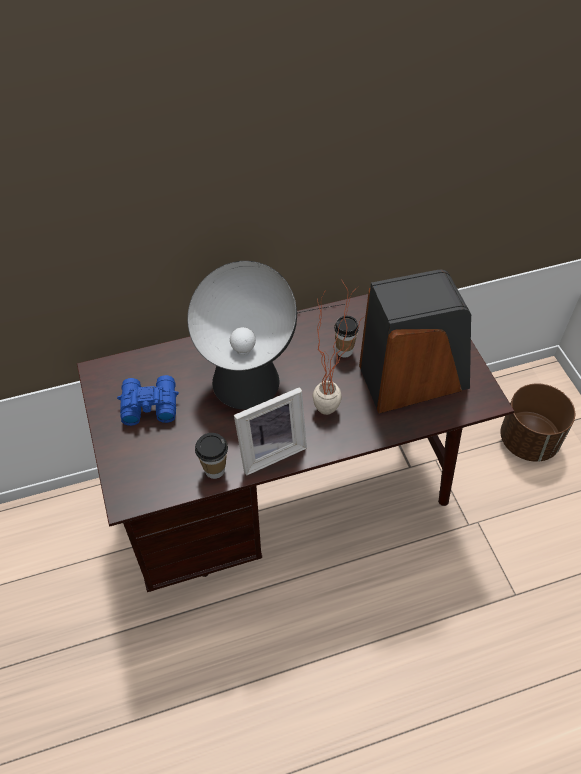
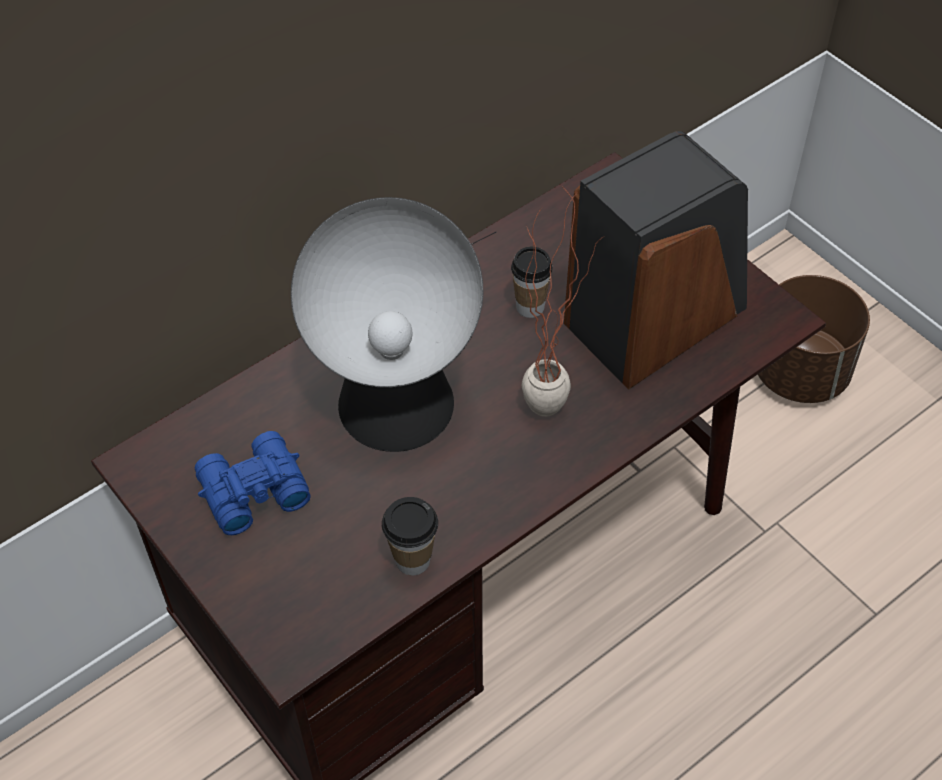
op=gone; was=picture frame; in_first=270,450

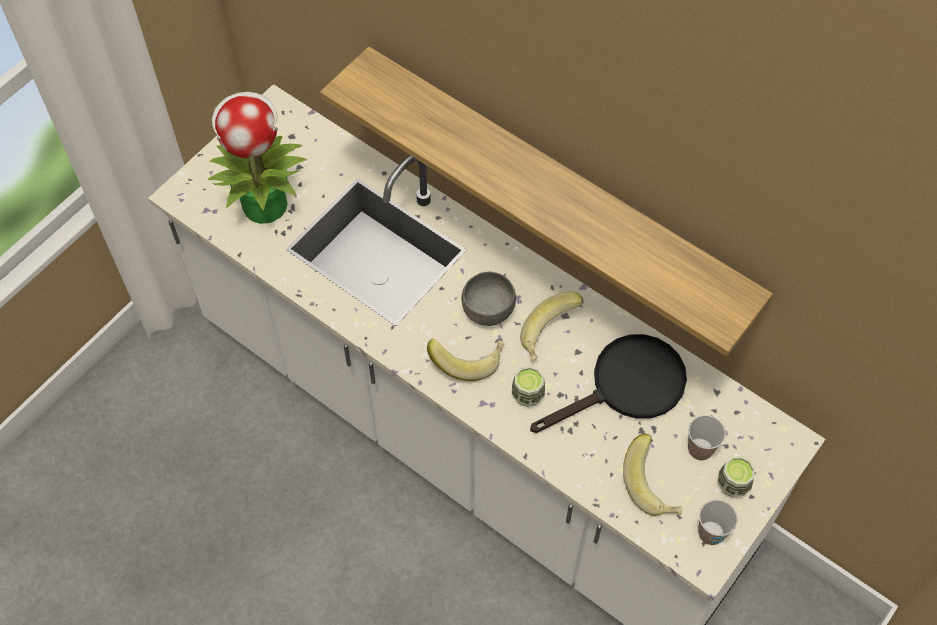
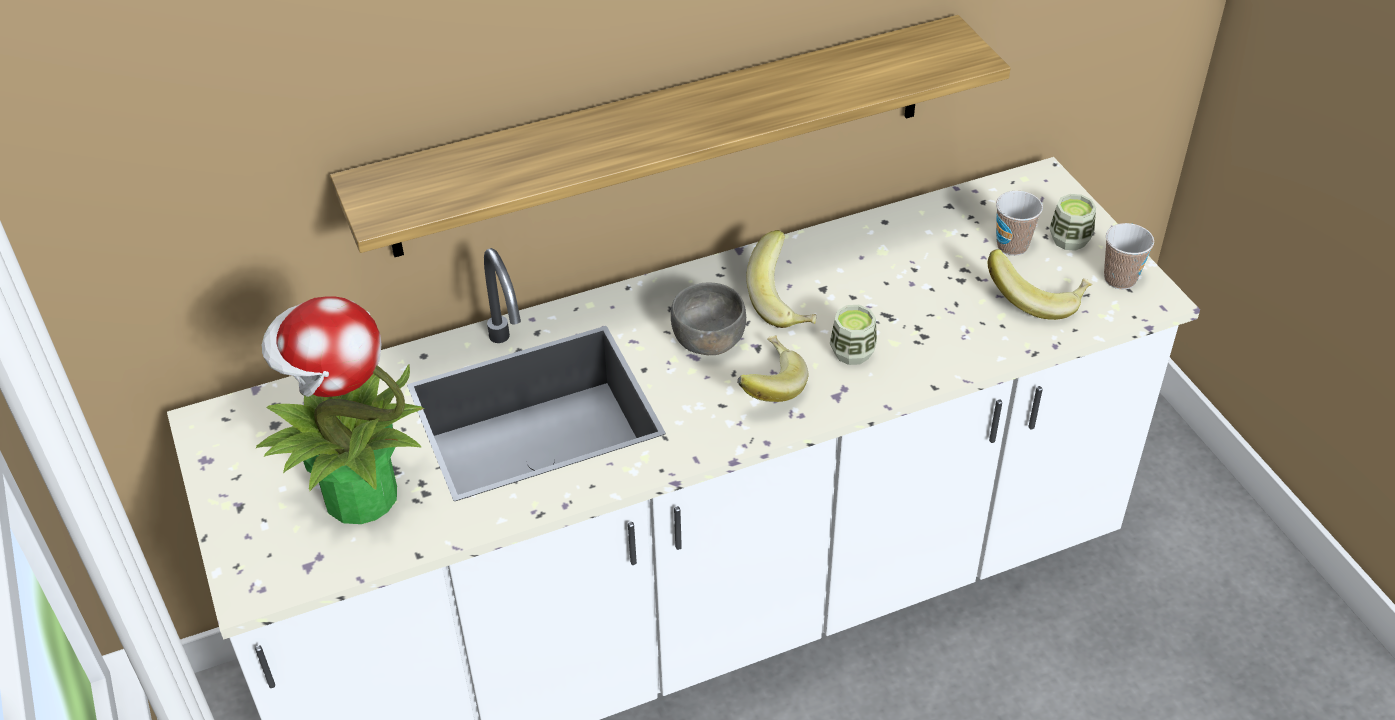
op=gone; was=black frying pan; in_first=626,386

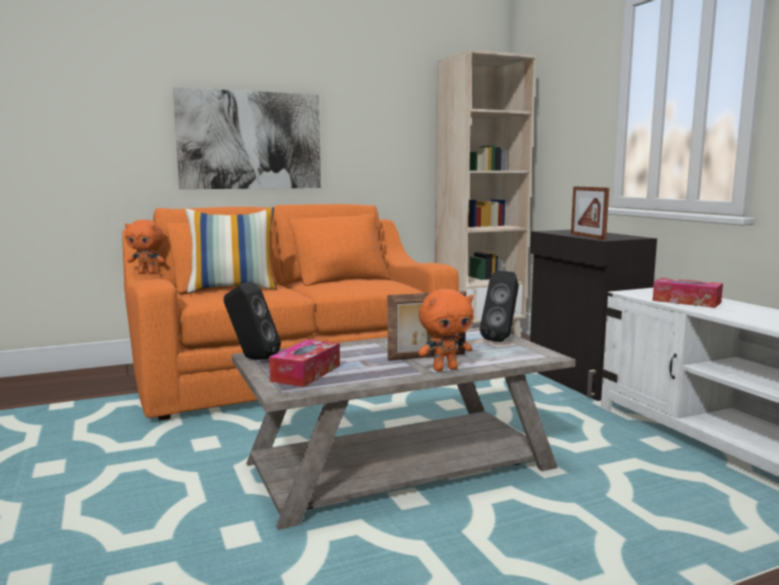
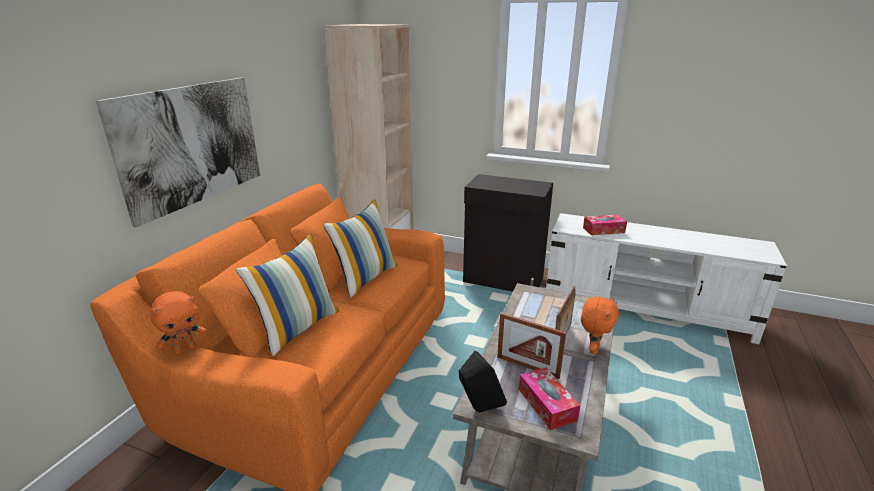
op=shifted; was=picture frame; in_first=587,237; in_second=527,367
op=gone; was=black speaker; in_first=502,339
op=new; now=pillow; in_second=365,277

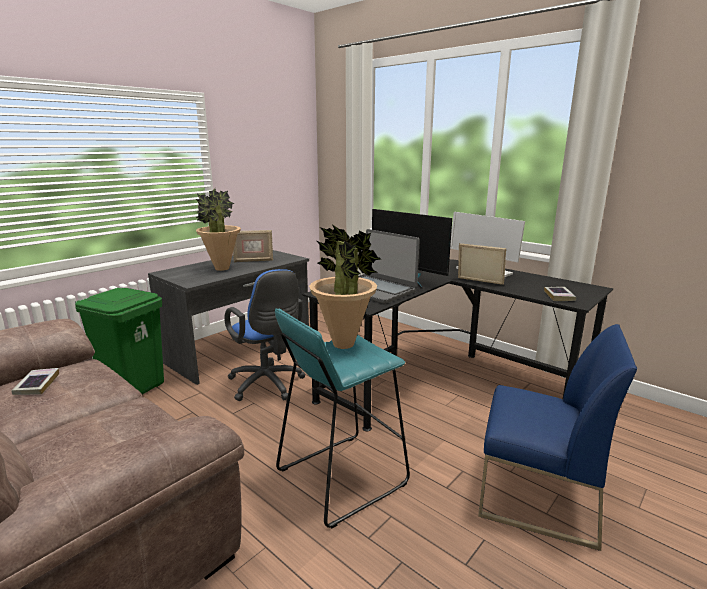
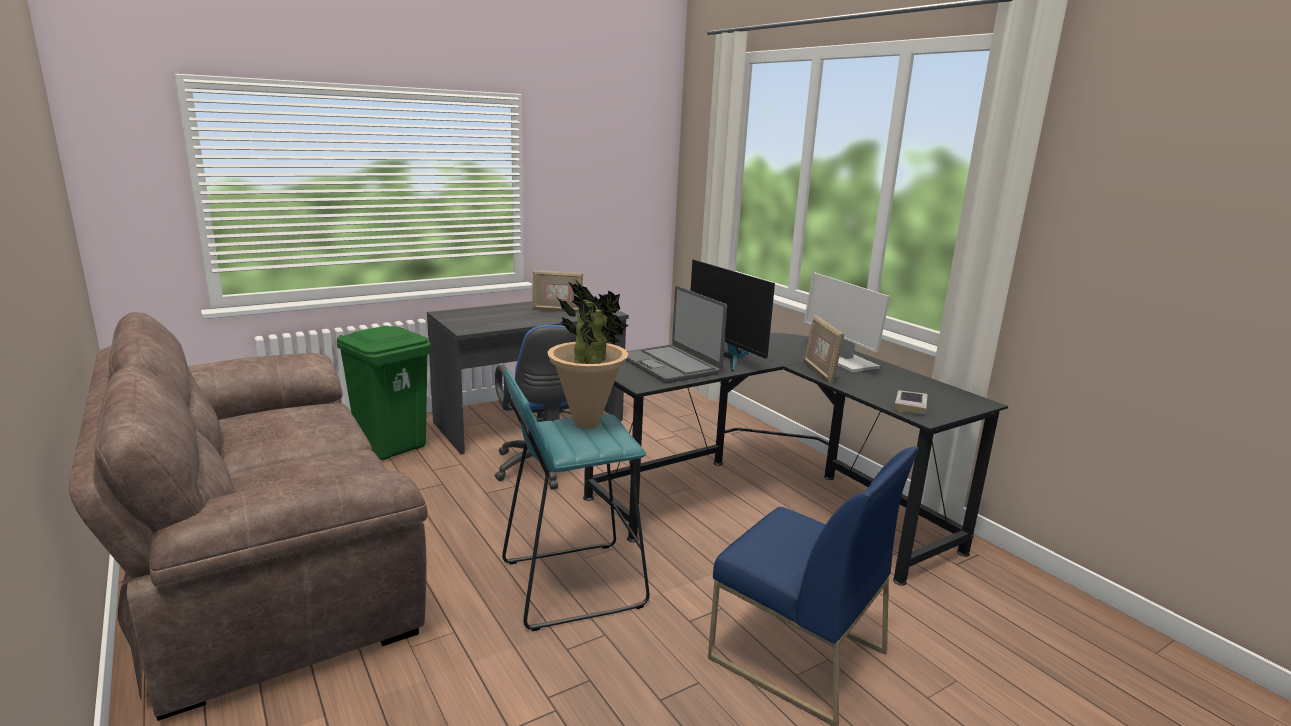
op=gone; was=potted plant; in_first=222,268
op=rotated; was=picture frame; in_first=479,282; in_second=819,372; clockwise=-150
op=gone; was=book; in_first=37,385

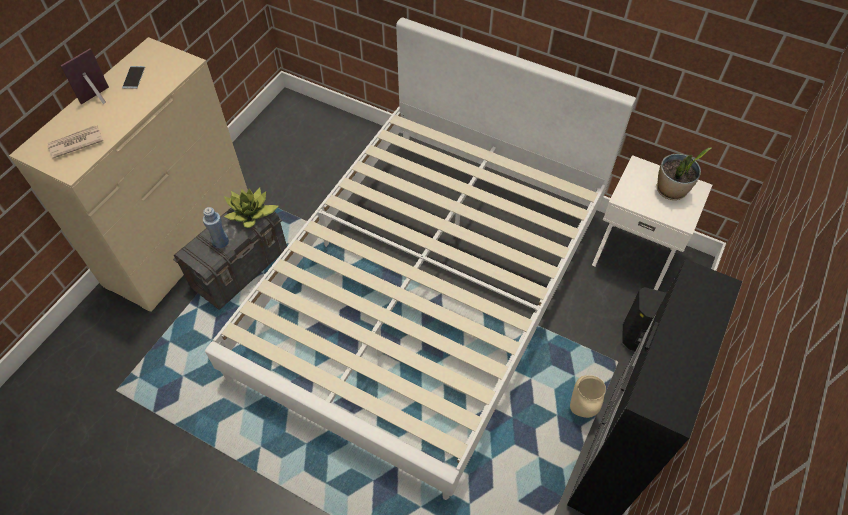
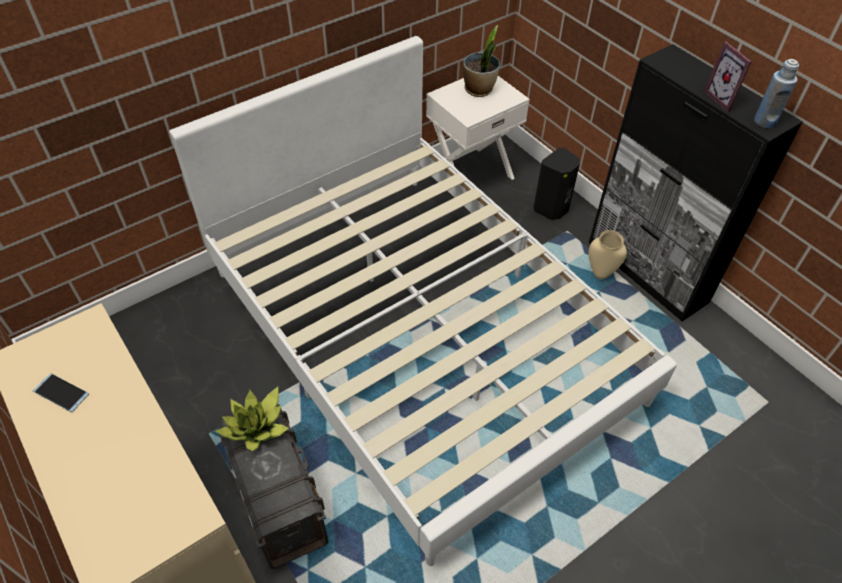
op=shifted; was=picture frame; in_first=99,99; in_second=724,99
op=gone; was=newspaper; in_first=75,143
op=shifted; was=blue bottle; in_first=220,242; in_second=764,121

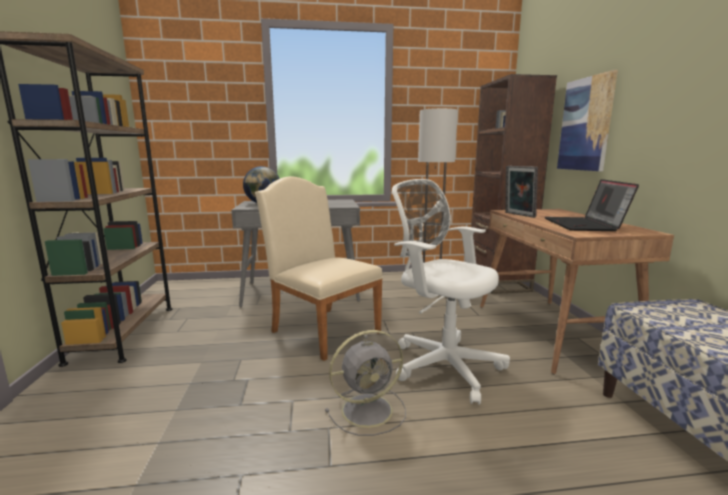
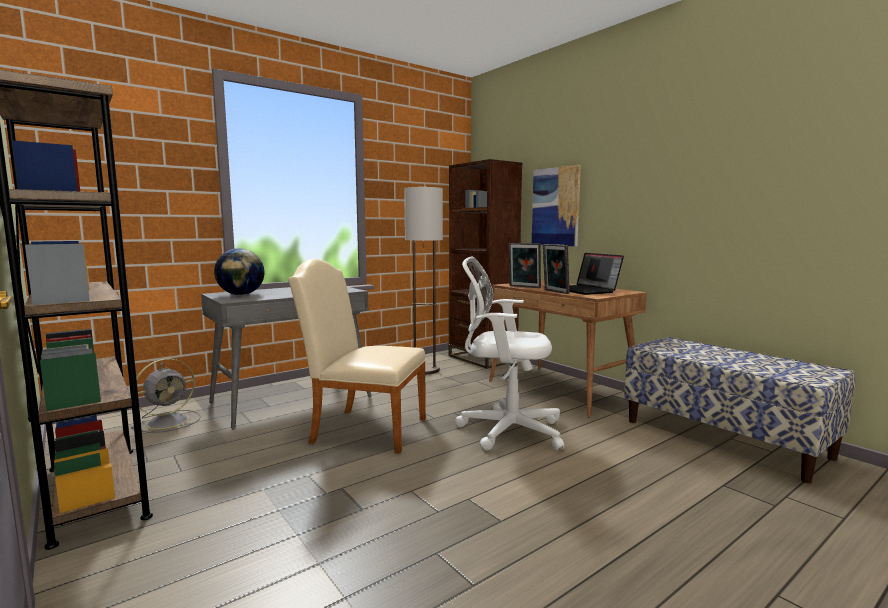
op=shifted; was=grey fan; in_first=369,409; in_second=170,421
op=new; now=picture frame; in_second=555,292

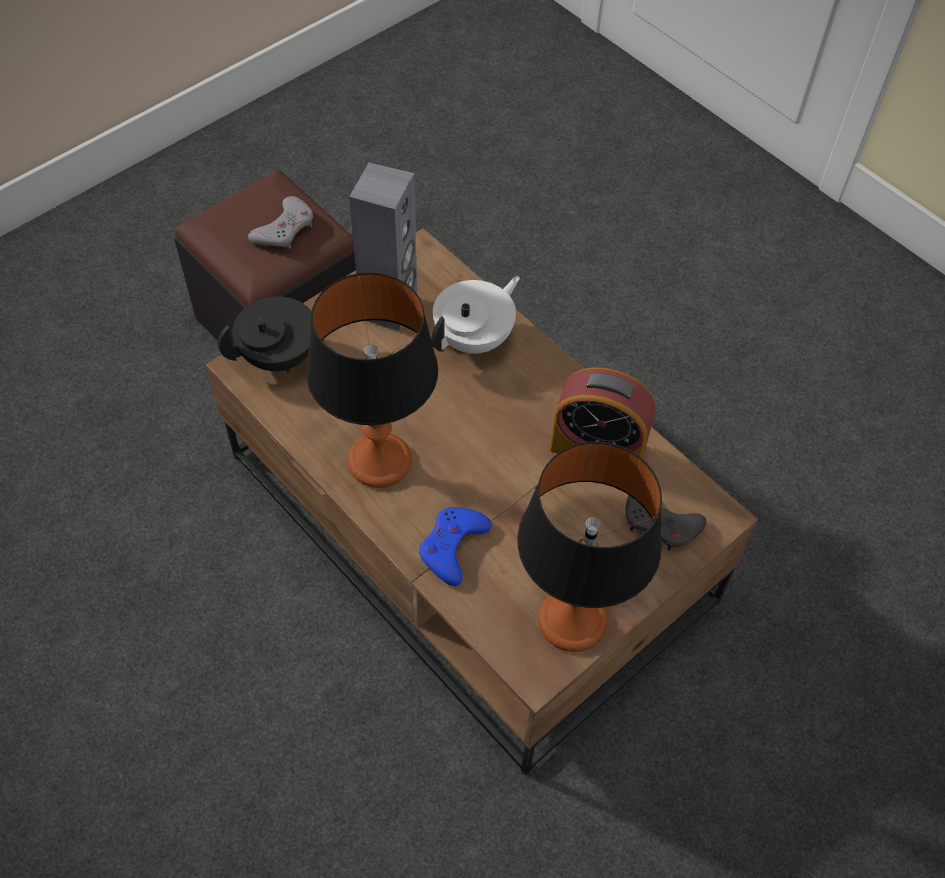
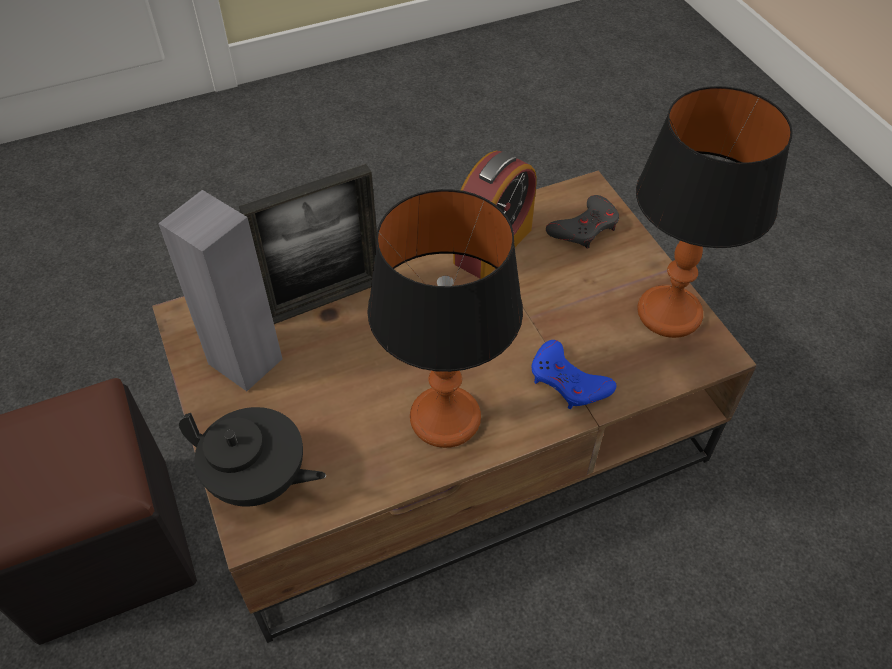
op=gone; was=grey game controller; in_first=285,229
op=swapped; was=white teapot; now=picture frame; in_first=475,338; in_second=325,300
op=rotated; was=black teapot; in_first=281,356; in_second=259,481; clockwise=120

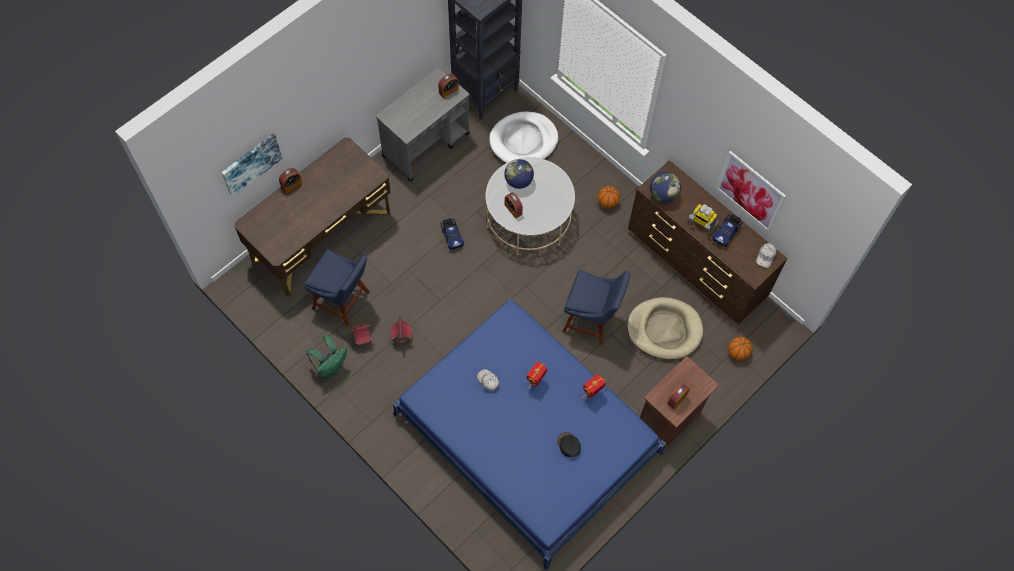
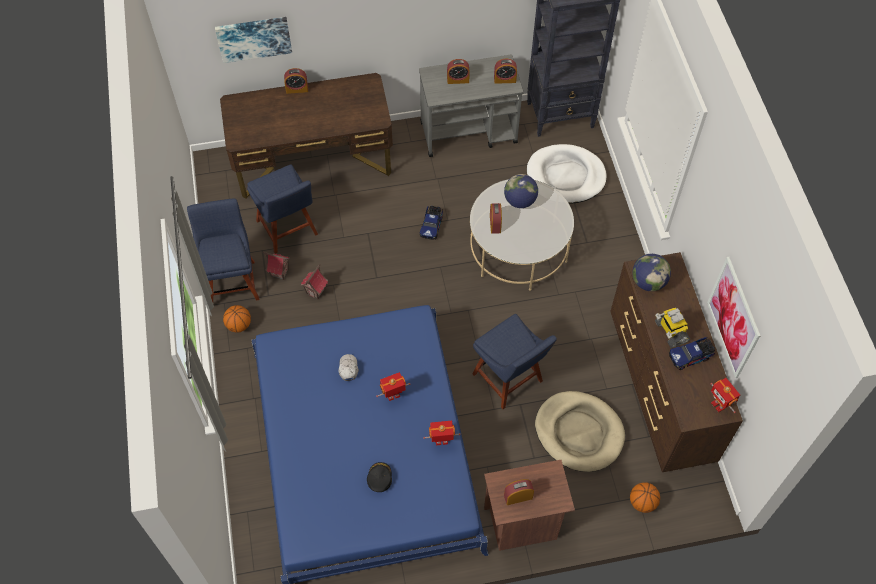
op=shifted; was=basketball; in_first=607,202; in_second=239,325
op=swapped; was=white cap; now=toy robot; in_first=766,256; in_second=718,405
op=swapped; was=green backpack; now=blue chair; in_first=330,367; in_second=232,281
op=new; now=alarm clock; in_second=458,80

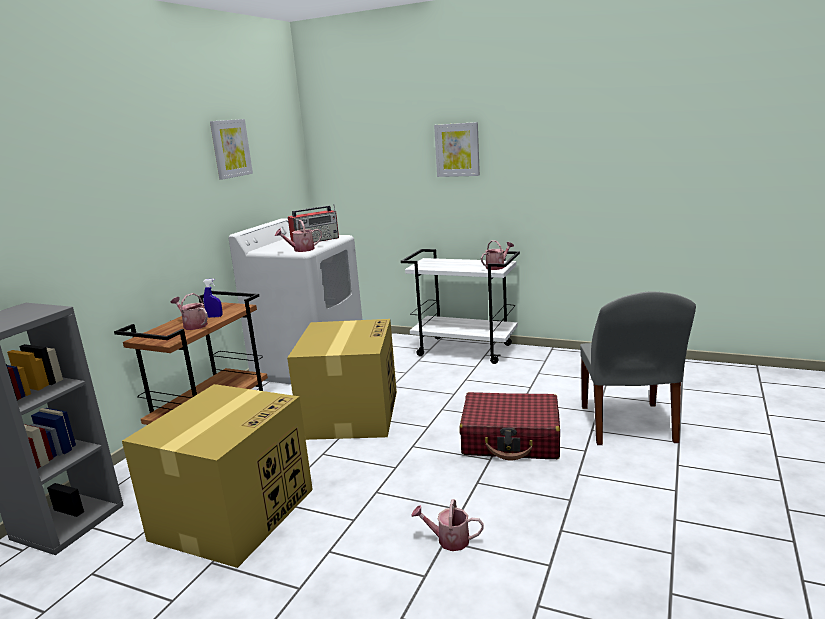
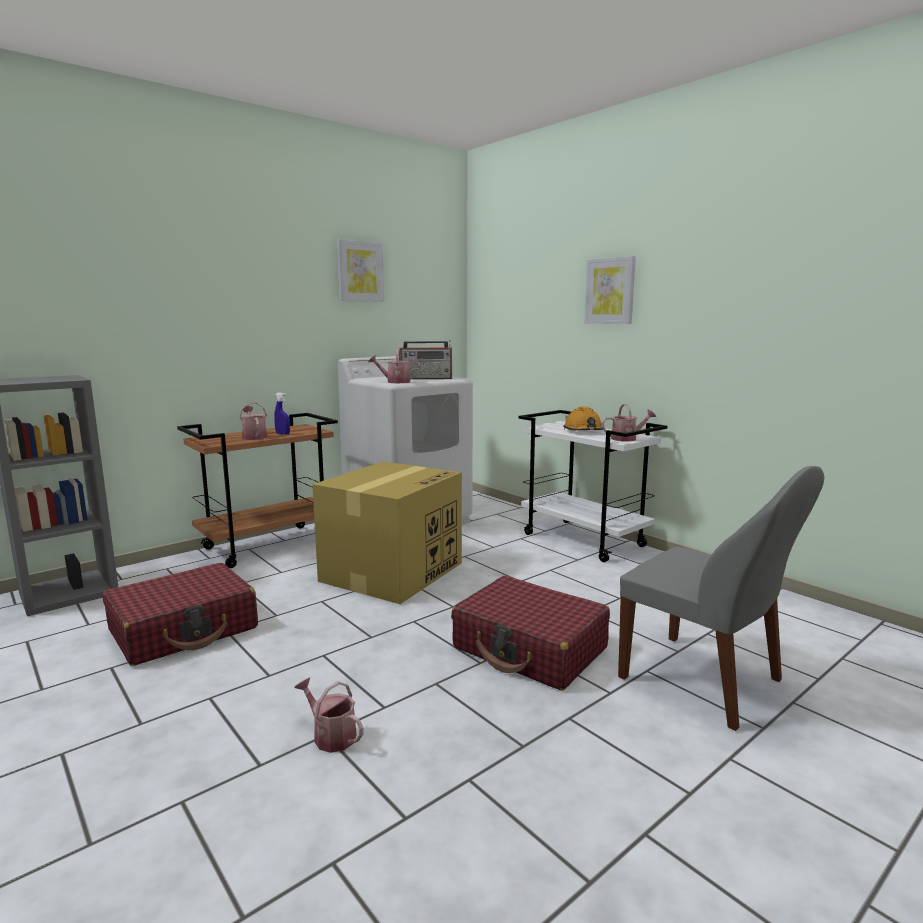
op=rotated; was=grey chair; in_first=627,426; in_second=704,681; clockwise=-75
op=swapped; was=cardboard box; now=red suitcase; in_first=234,512; in_second=184,629
op=new; now=orange hard hat; in_second=584,431

